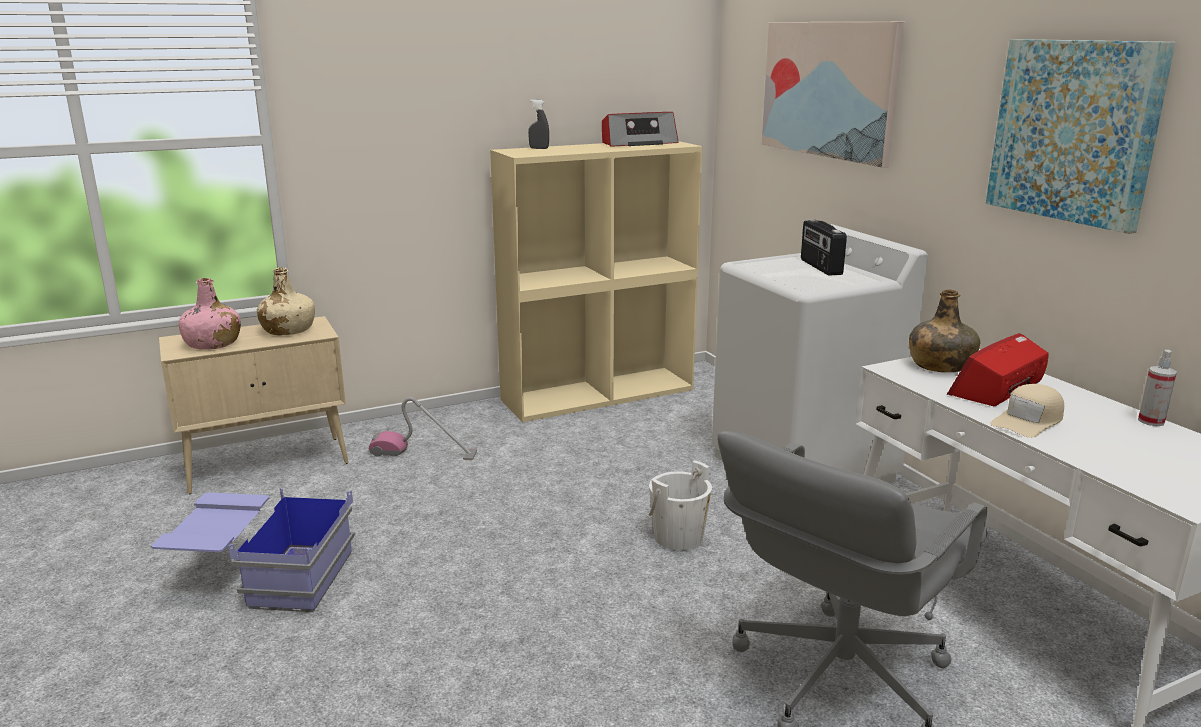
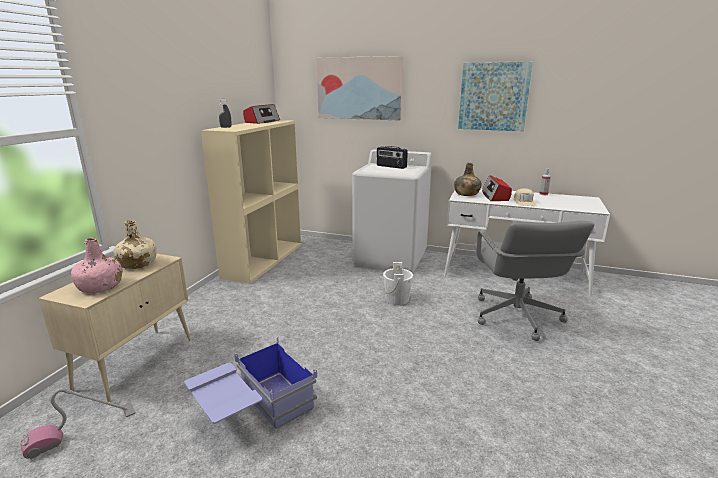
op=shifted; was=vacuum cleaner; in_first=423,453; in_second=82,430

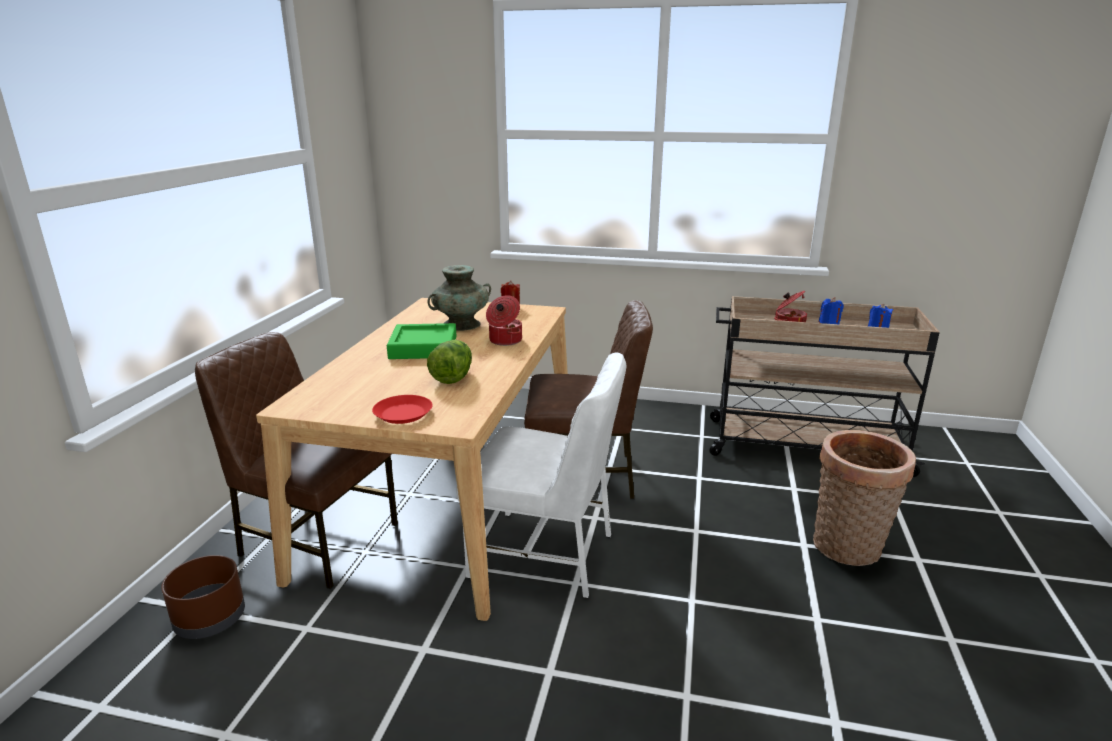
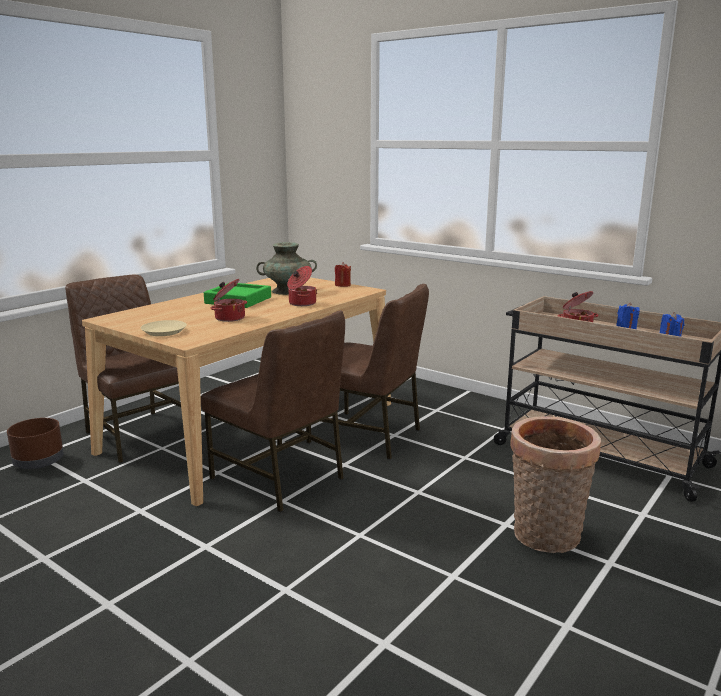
op=swapped; was=lettuce; now=cooking pot; in_first=453,377; in_second=229,318
op=repainted; was=white chair; now=brown chair; in_first=545,555; in_second=279,478
op=repainted; was=red plate; now=beige plate; in_first=403,414; in_second=164,332

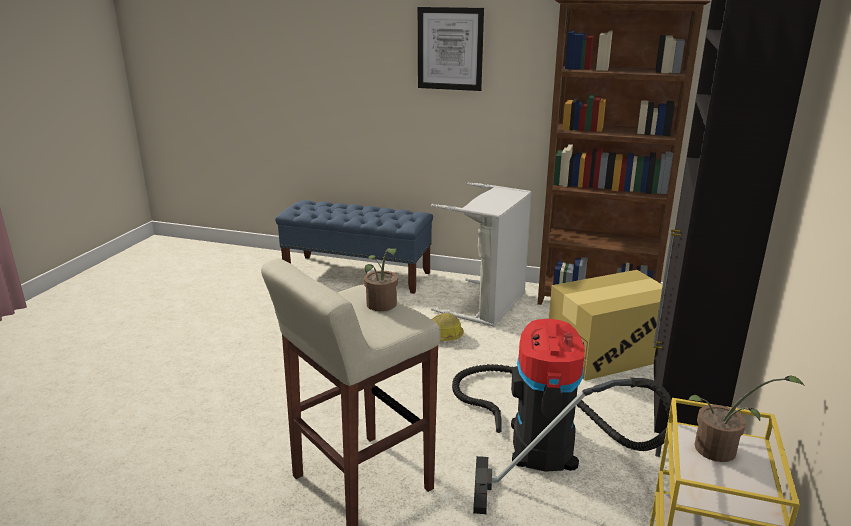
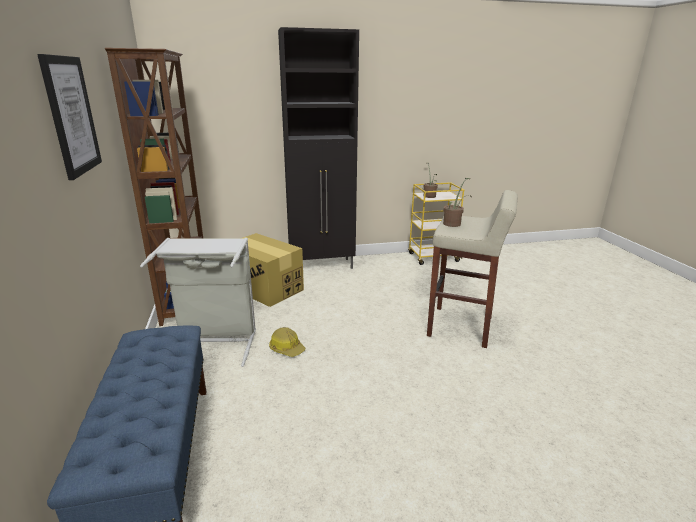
op=gone; was=vacuum cleaner; in_first=540,439

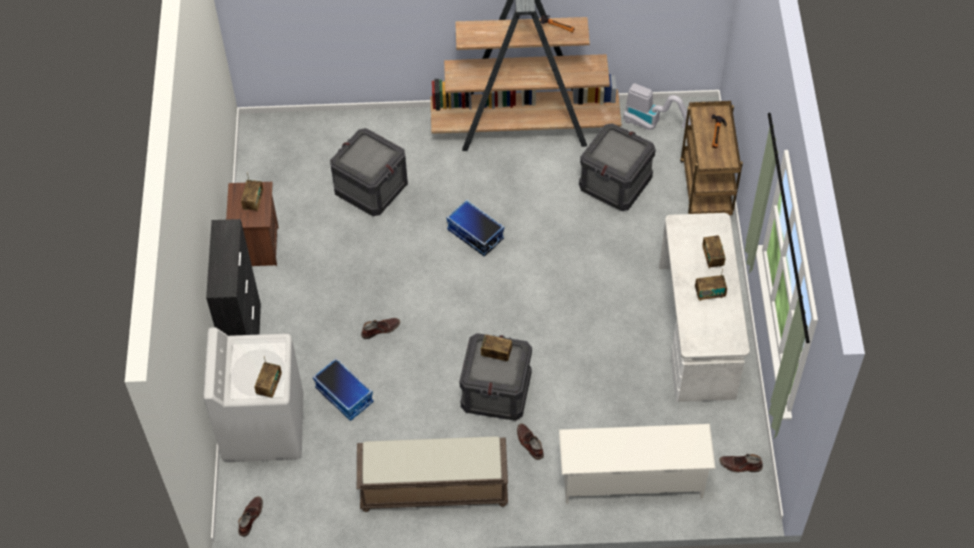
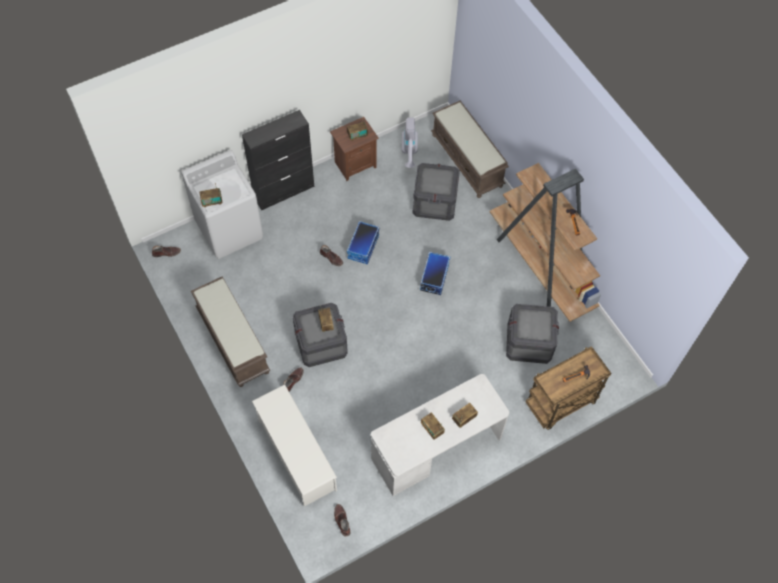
op=shifted; was=vacuum cleaner; in_first=653,123; in_second=409,152
op=shifted; was=storage box; in_first=345,395; in_second=363,247
op=new; now=brown bench; in_second=467,160

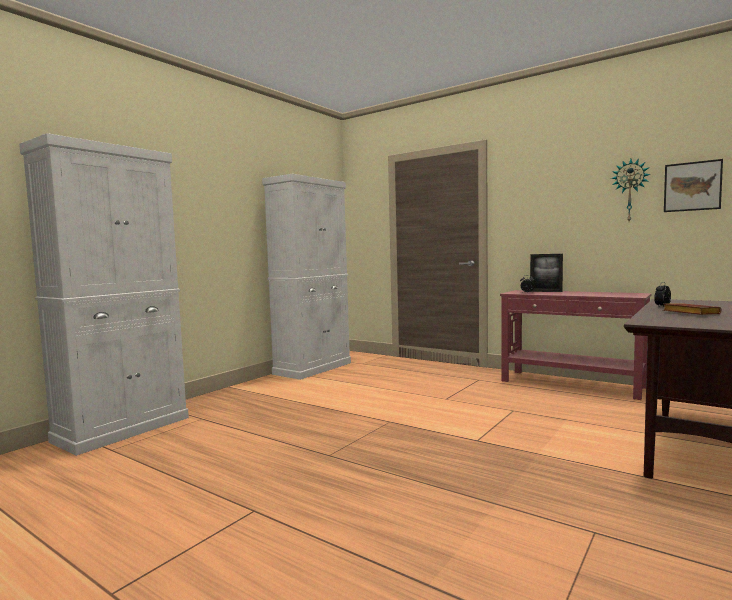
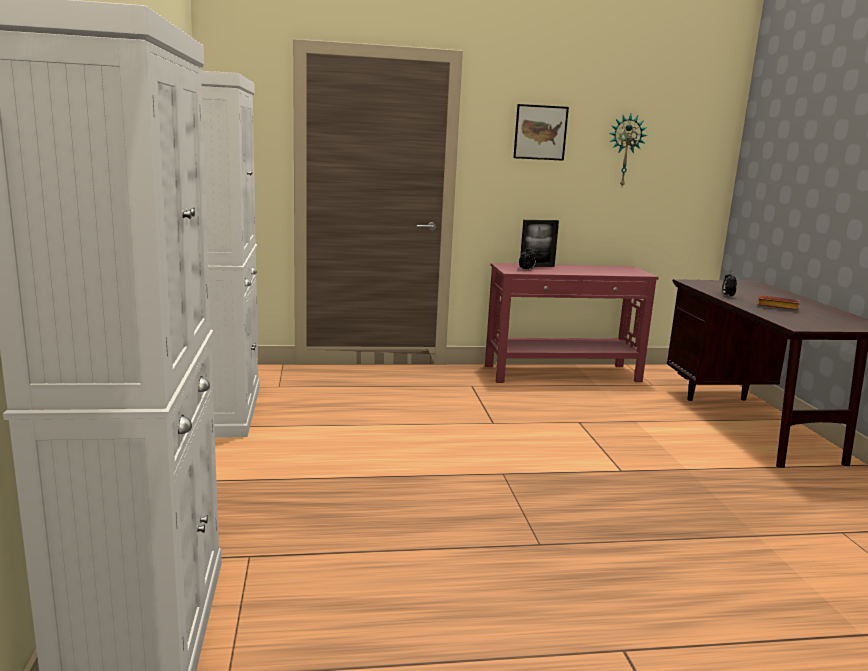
op=shifted; was=picture; in_first=692,186; in_second=540,132

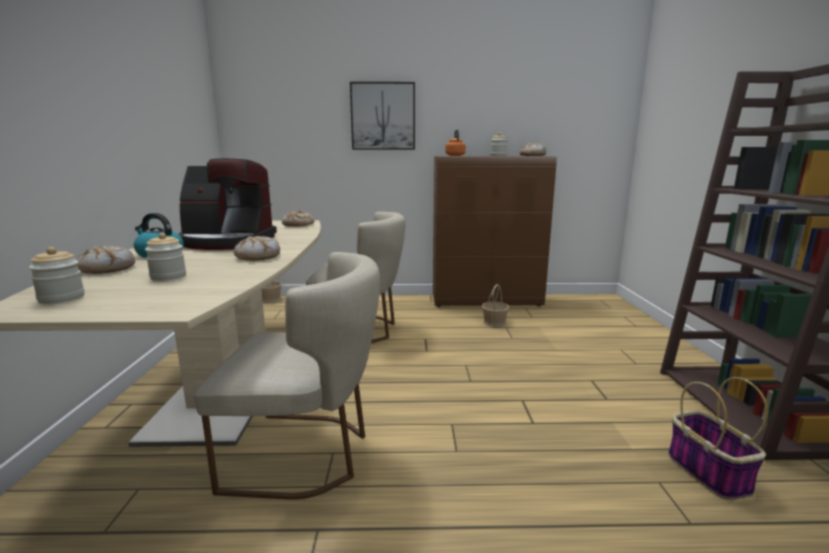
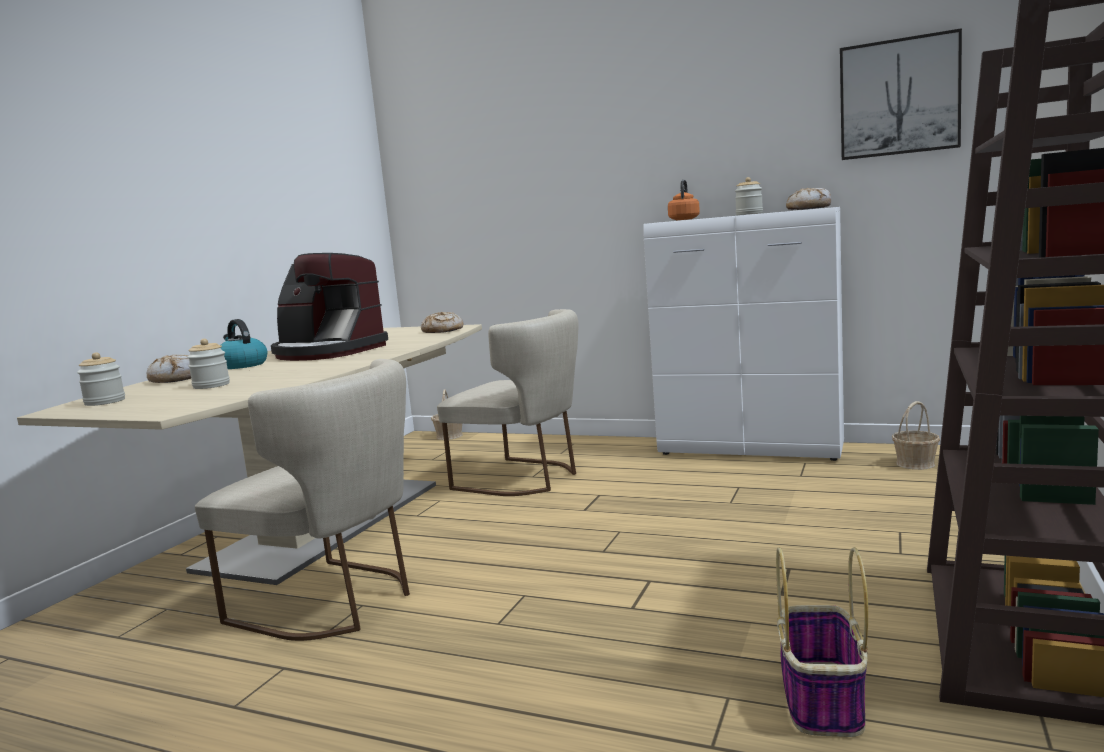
op=shifted; was=picture; in_first=383,116; in_second=899,97
op=repainted; was=brown cabinet; now=white cabinet; in_first=487,301; in_second=752,450
op=gone; was=bread; in_first=258,256
op=shifted; was=basket; in_first=494,322; in_second=915,464

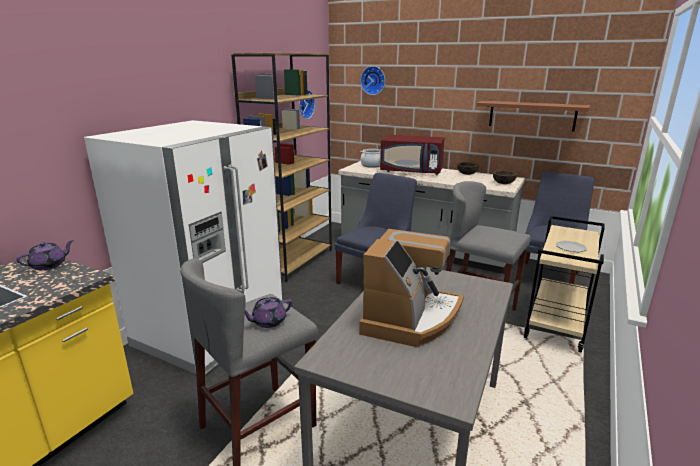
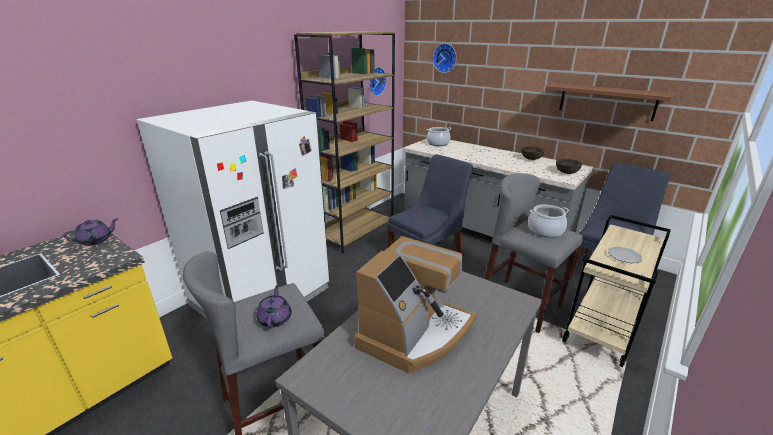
op=gone; was=red microwave; in_first=412,171
op=rotated; was=purple teapot; in_first=268,321; in_second=275,318; clockwise=105
op=new; now=cooking pot; in_second=545,231

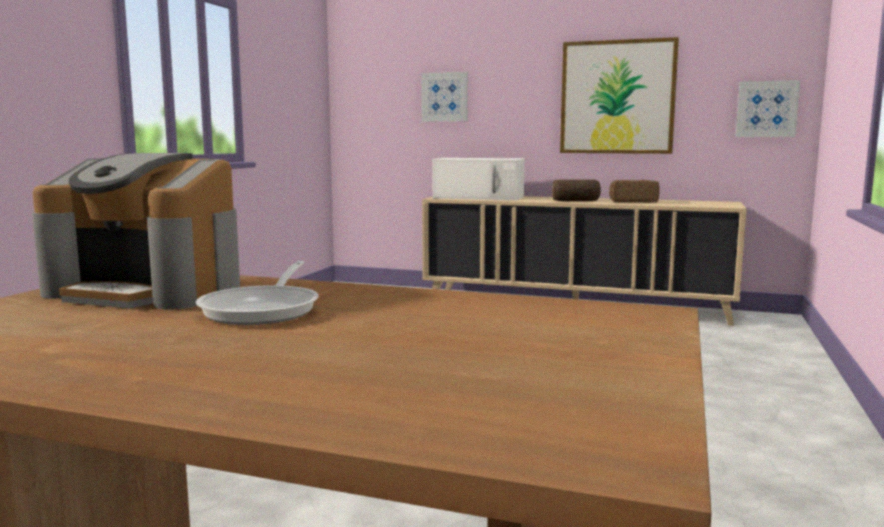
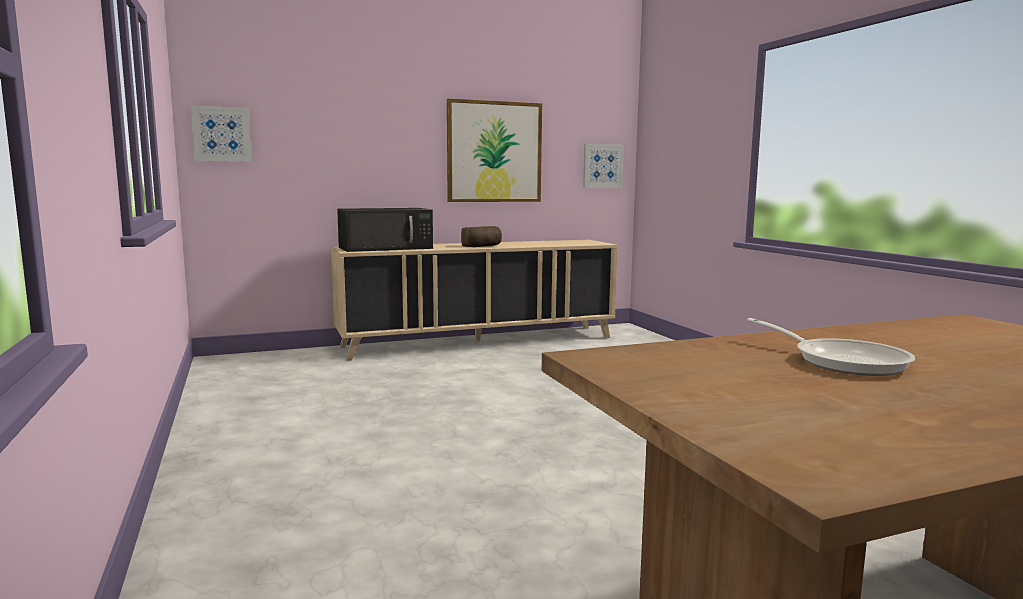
op=shifted; was=picture; in_first=445,97; in_second=222,134
op=gone; was=coffee machine; in_first=149,290
op=repainted; was=white microwave; now=black microwave; in_first=480,197; in_second=387,248
op=gone; was=bread; in_first=633,201

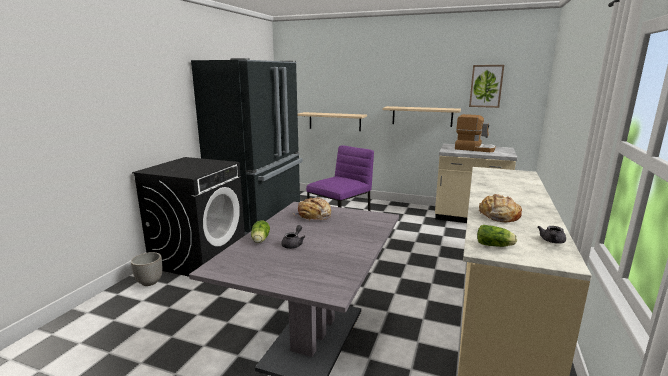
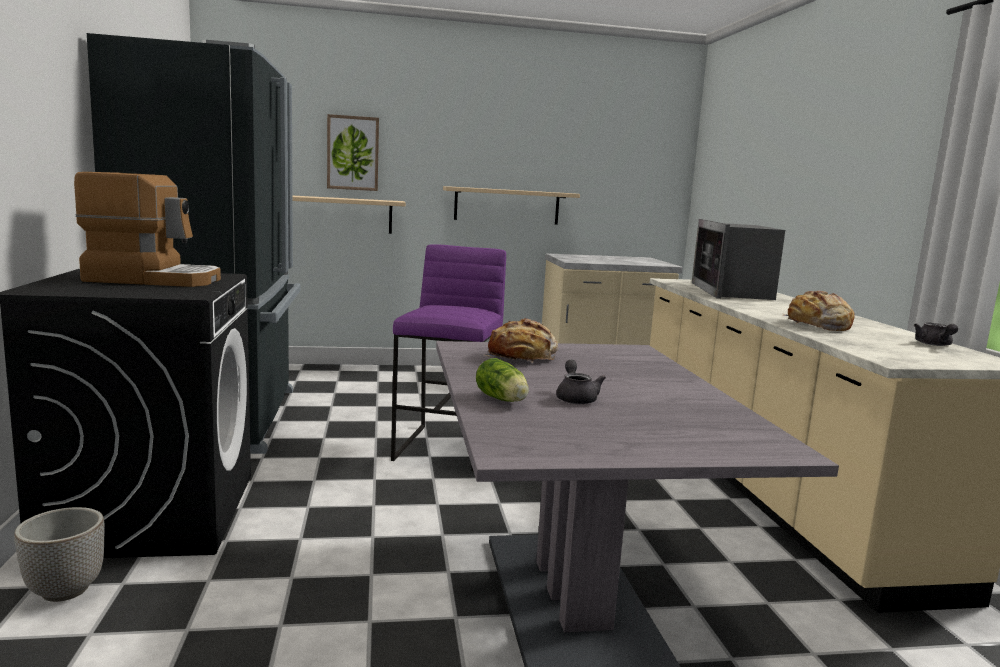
op=shifted; was=picture; in_first=486,86; in_second=353,153
op=shifted; was=coffee machine; in_first=474,149; in_second=154,279
op=gone; was=lettuce; in_first=495,245
op=new; now=microwave; in_second=731,291

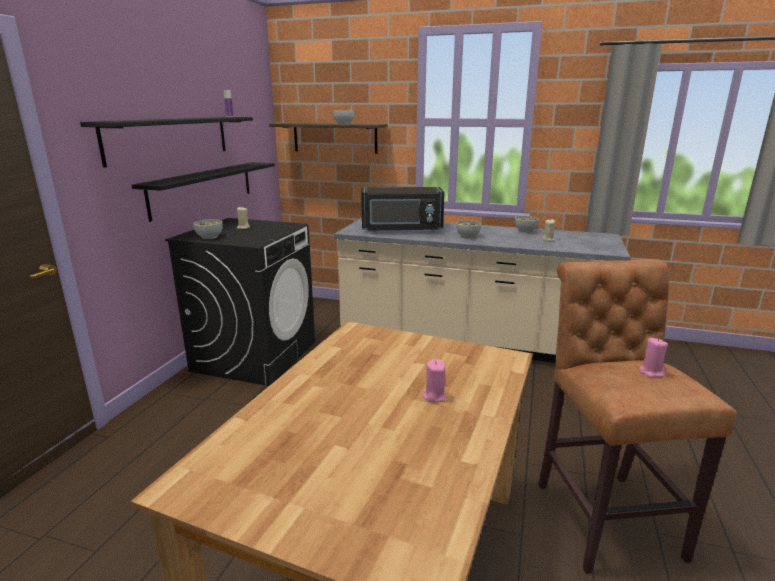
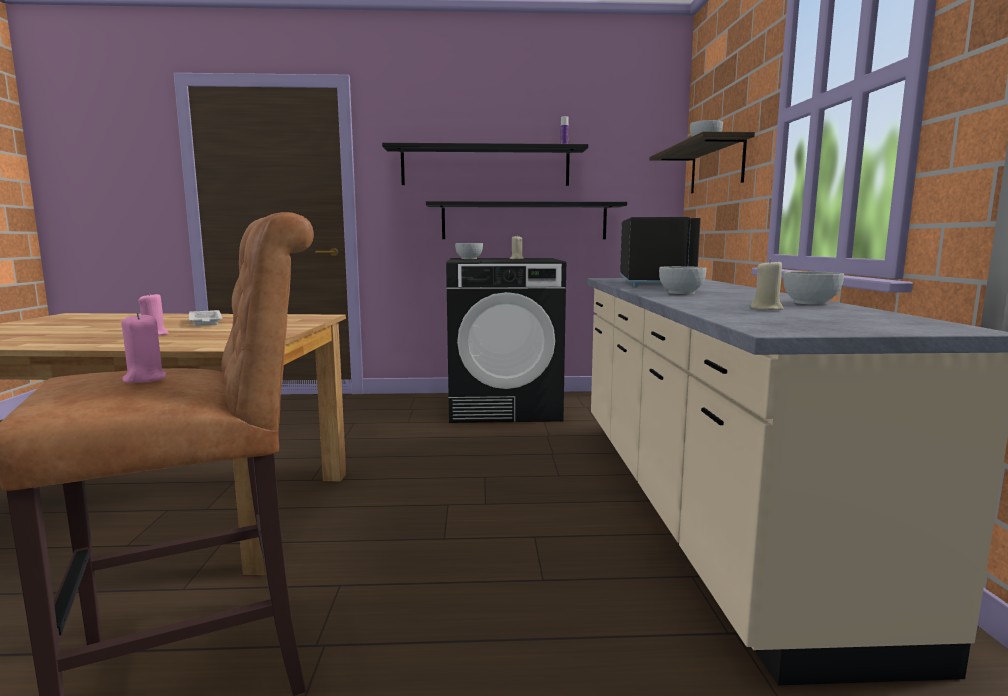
op=rotated; was=black microwave; in_first=401,230; in_second=655,283; clockwise=-150
op=new; now=white tray; in_second=205,322

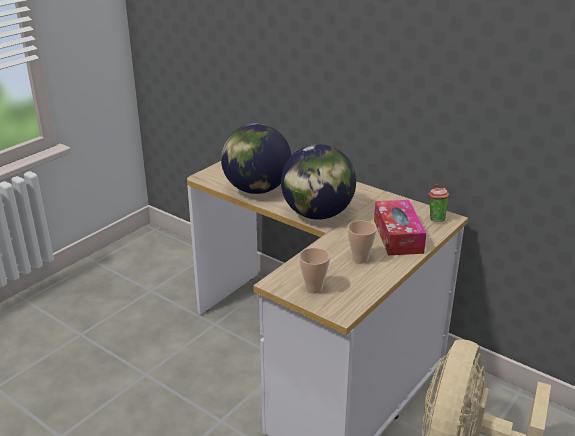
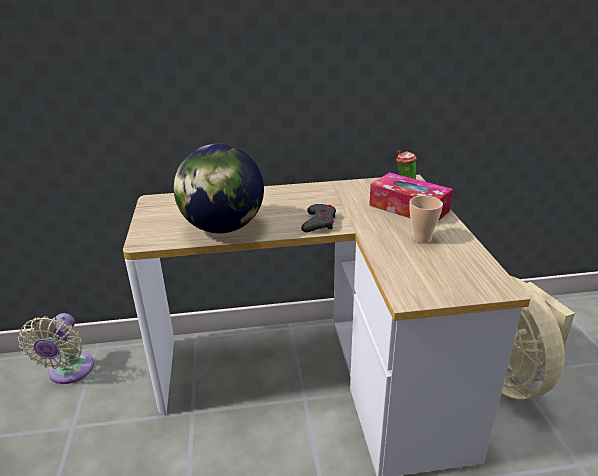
op=swapped; was=globe; now=grey game controller; in_first=317,214; in_second=319,222
op=gone; was=cup; in_first=313,288
op=new; now=beige fan; in_second=69,372

